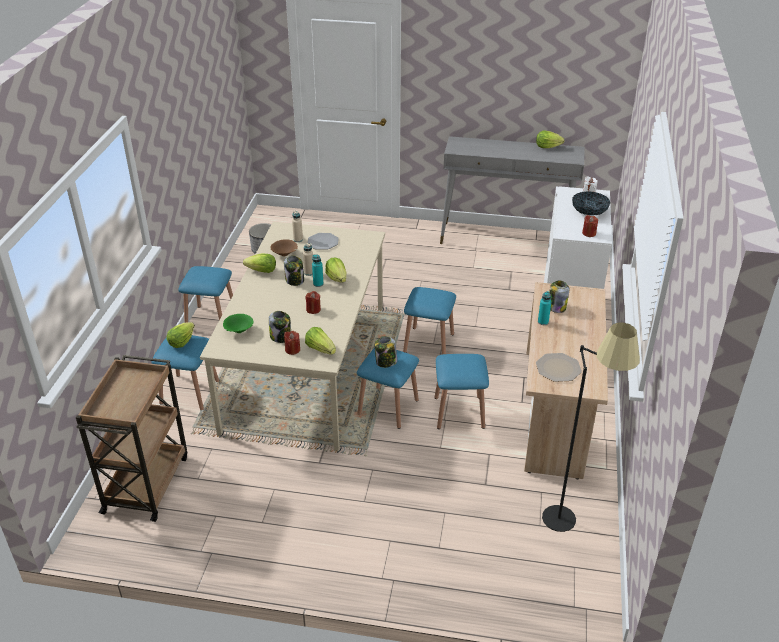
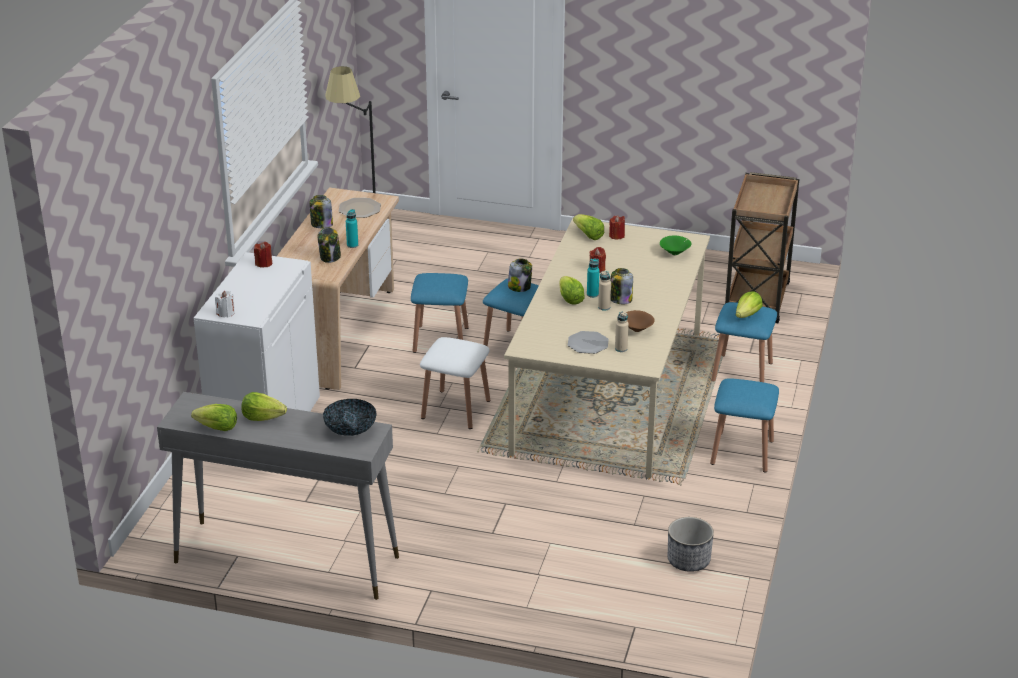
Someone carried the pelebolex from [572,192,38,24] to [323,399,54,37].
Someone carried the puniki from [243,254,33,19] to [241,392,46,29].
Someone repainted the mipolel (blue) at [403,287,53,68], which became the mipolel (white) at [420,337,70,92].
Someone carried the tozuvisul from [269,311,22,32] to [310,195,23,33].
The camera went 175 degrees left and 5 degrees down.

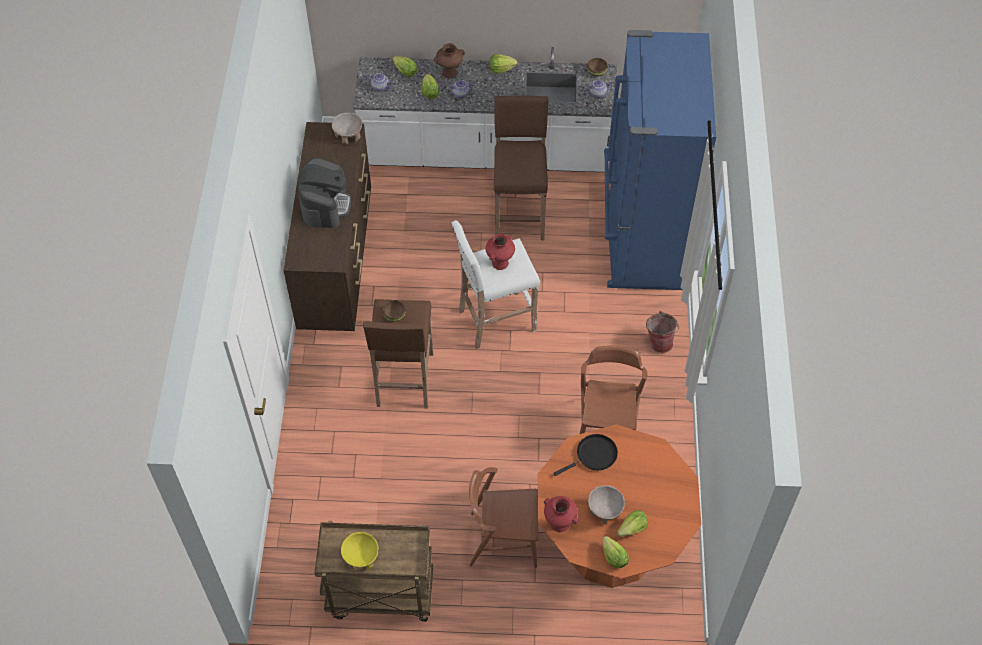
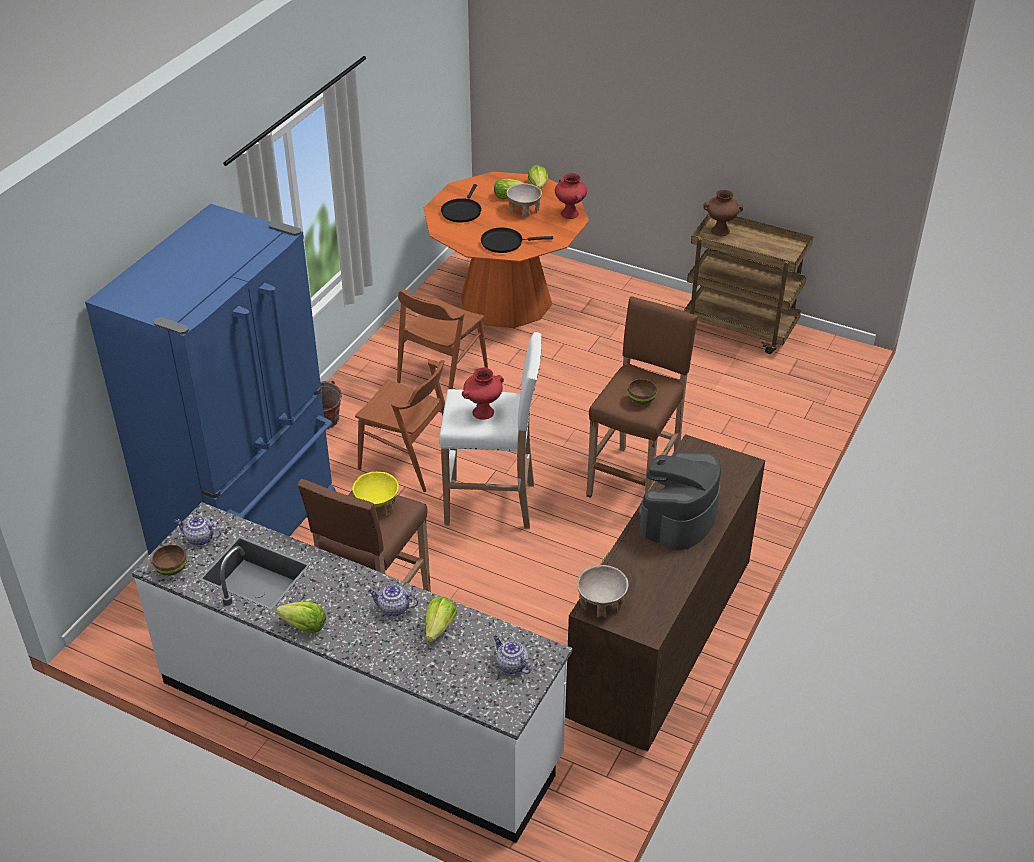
Someone carried the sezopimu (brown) from [434,43,31,36] to [703,190,40,46].
Someone took away the puniki at [392,56,25,21].
Someone carried the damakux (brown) from [469,467,69,101] to [355,360,90,132].
Someone carried the pelebolex (yellow) from [341,532,38,38] to [352,472,47,44].
Someone put down the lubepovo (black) at [441,184,40,38].
The camera went 155 degrees left and 15 degrees down.

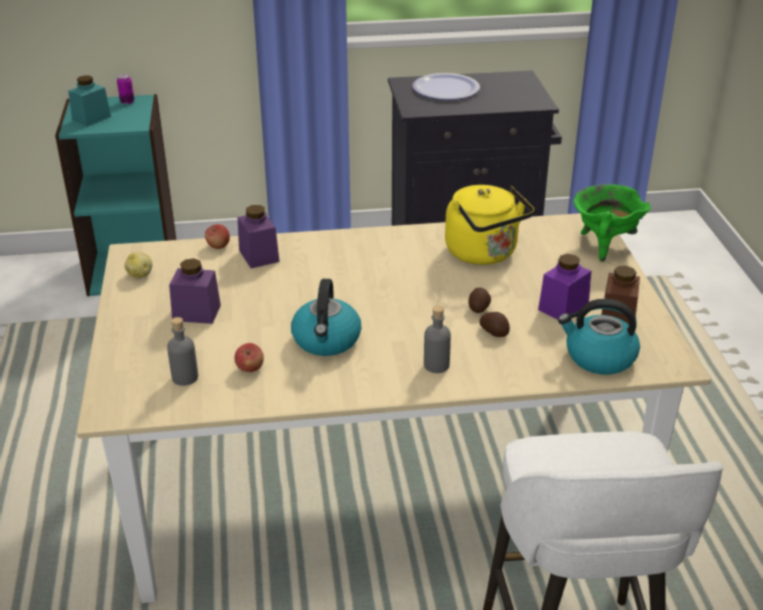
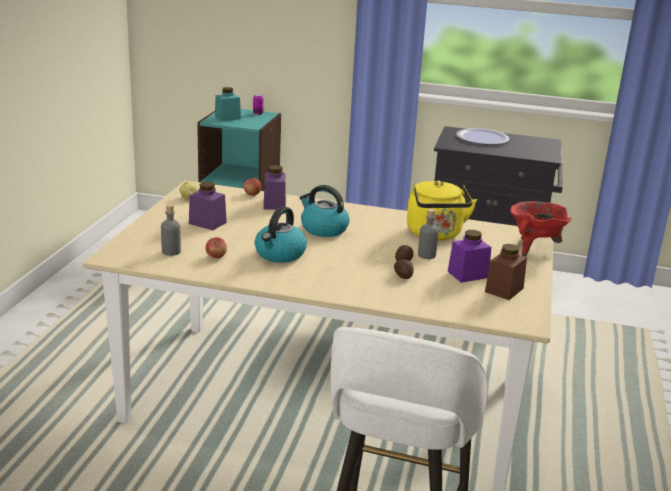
Someone repainted the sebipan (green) at [574,185,77,77], which became the sebipan (red) at [510,201,62,56].
Someone carried the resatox from [558,299,82,76] to [299,185,51,52].
Someone carried the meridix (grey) from [424,306,27,67] to [418,209,21,50].
The camera went 20 degrees right and 10 degrees down.

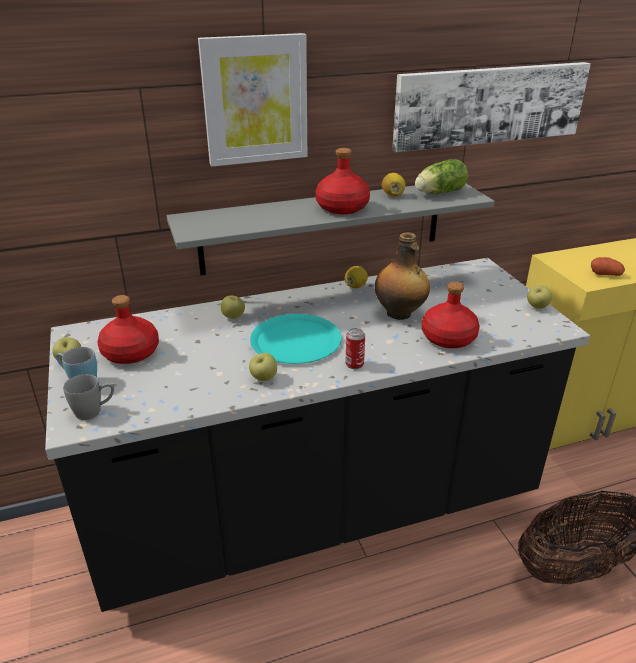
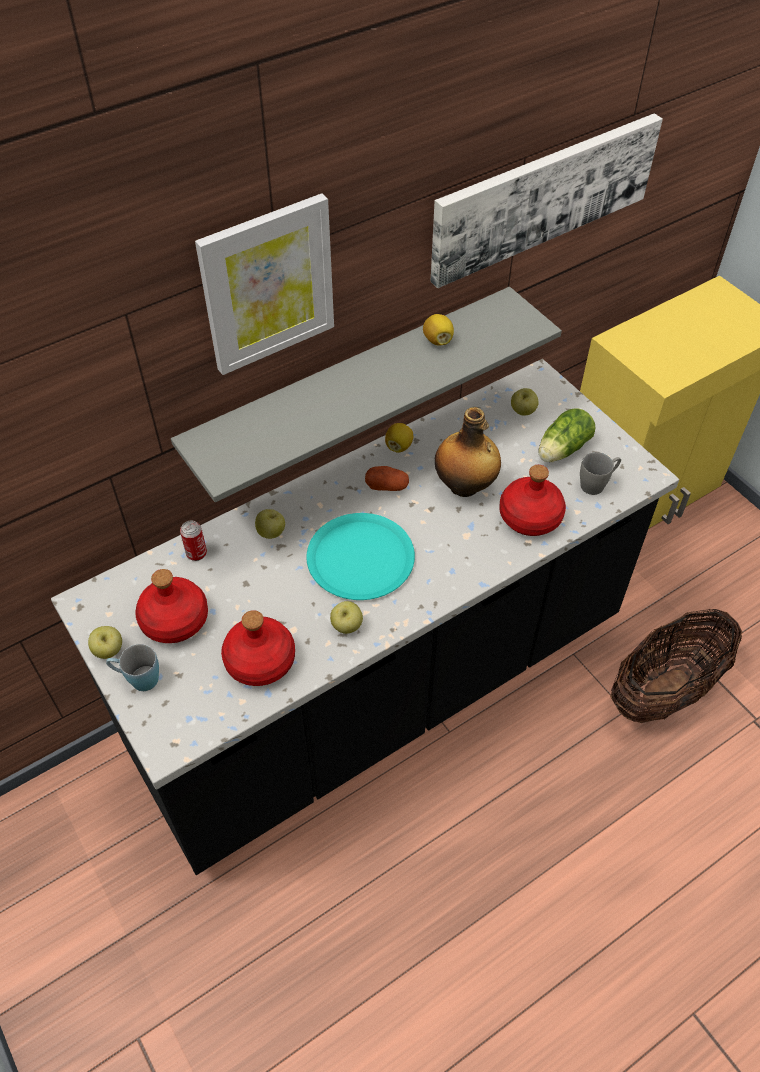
Someone carried the meridix (red) from [315,148,55,66] to [221,610,74,76].
Someone carried the puniki from [415,159,53,35] to [539,408,57,54].
Someone carried the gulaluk from [591,257,34,19] to [365,466,44,25].
Someone carried the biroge from [527,285,25,24] to [511,388,28,28].
Someone carried the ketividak from [345,328,20,41] to [180,520,27,41].
Someone carried the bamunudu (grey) from [63,374,51,46] to [580,452,41,43].
The camera went 15 degrees left and 20 degrees up.

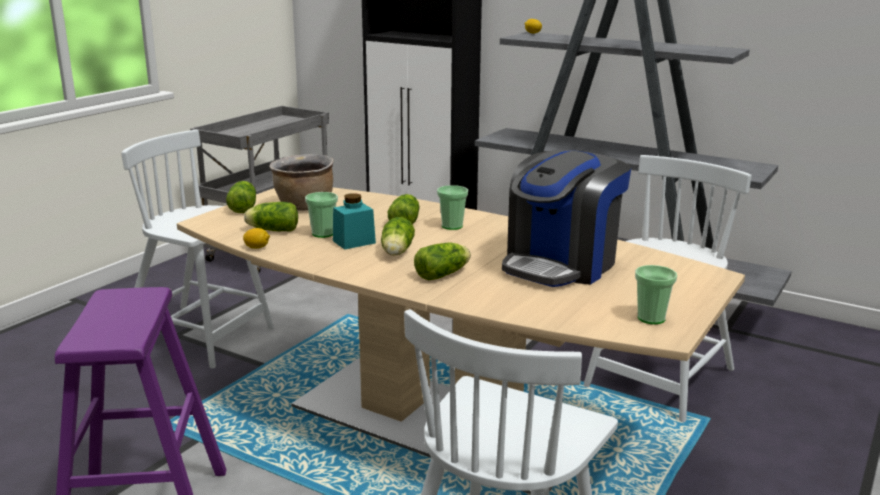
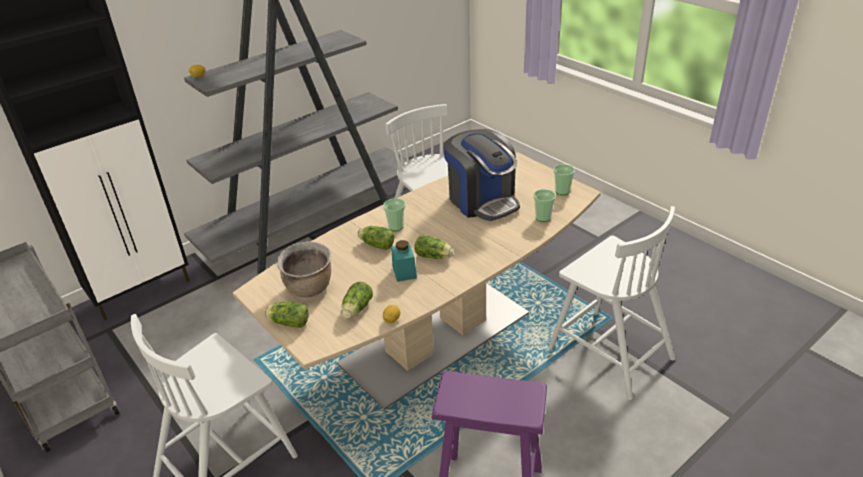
Someone carried the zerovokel from [305,192,33,46] to [533,189,23,33].
Someone took away the puniki at [414,242,57,38].
The camera went 70 degrees left and 15 degrees up.

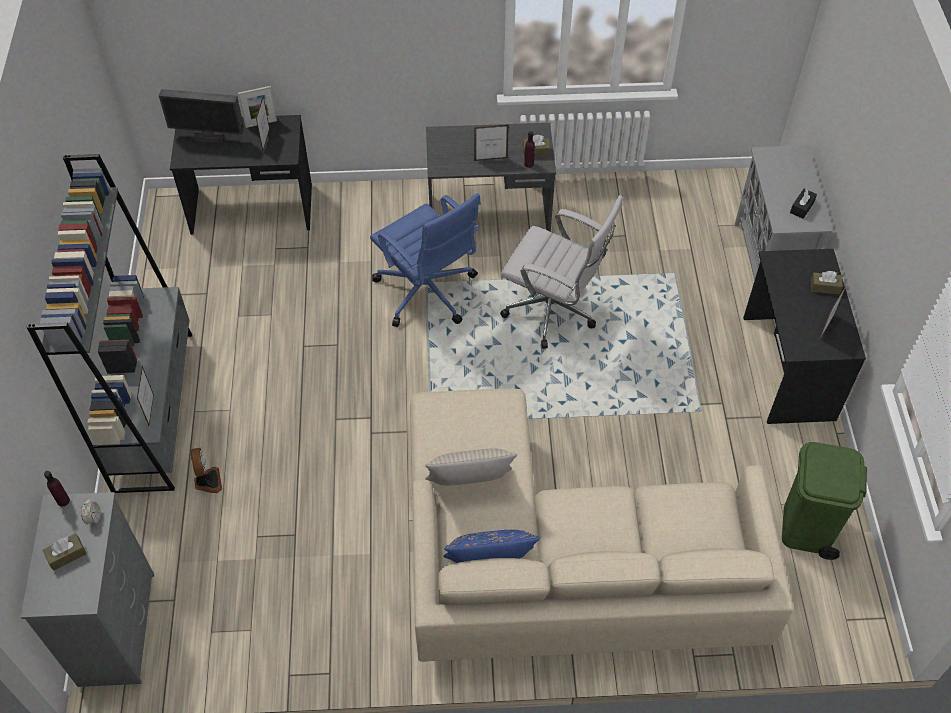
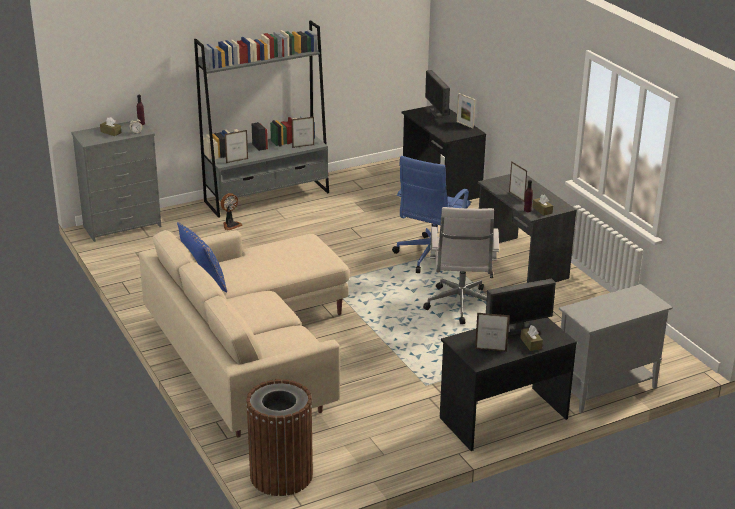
Someone carried the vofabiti from [256,96,14,55] to [292,117,22,31].
Someone took away the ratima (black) at [790,189,27,30].
Someone took away the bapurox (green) at [782,442,85,118].
Someone took away the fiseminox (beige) at [425,448,92,37].
Someone put down the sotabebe at [486,278,70,58].
Someone put down the bapurox (brown) at [246,379,67,117].
The camera went 65 degrees right and 25 degrees down.

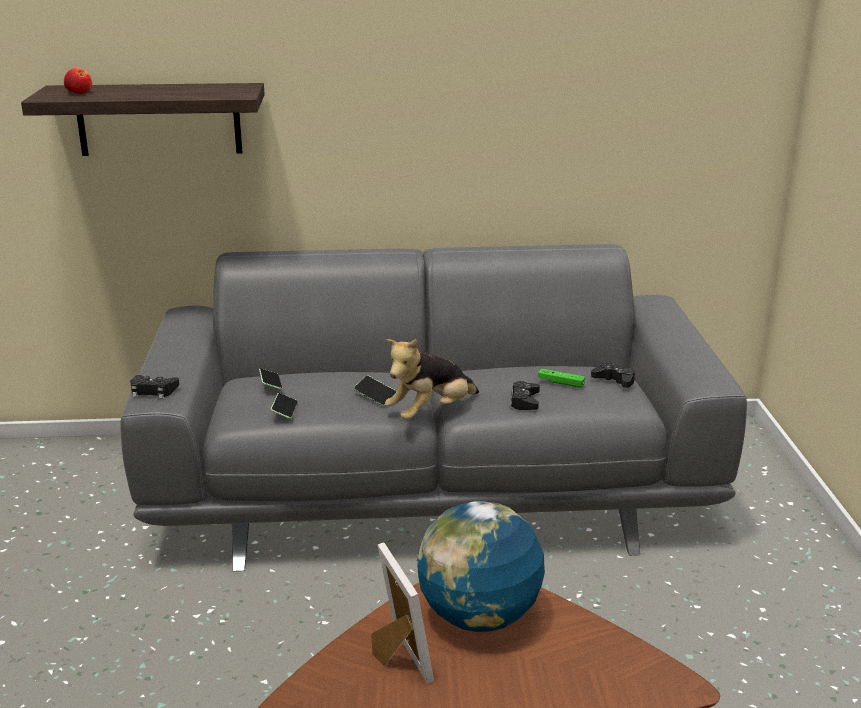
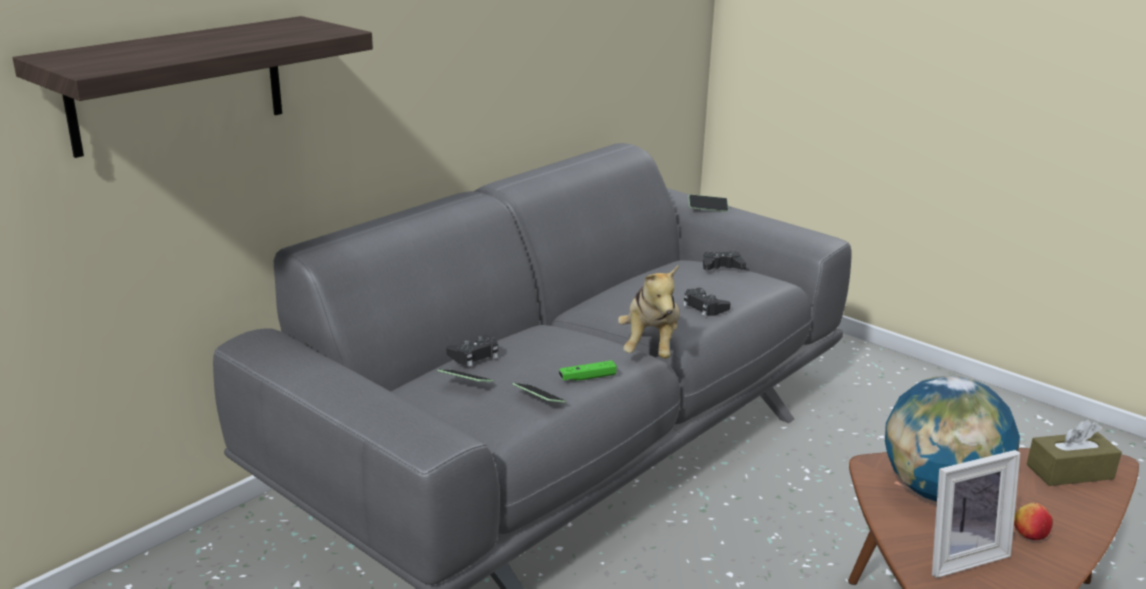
Someone carried the biroge from [64,68,28,26] to [1014,503,39,37].
Someone carried the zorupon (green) from [538,369,47,19] to [559,360,58,21].
Someone carried the zorupon (black) from [130,375,49,24] to [446,335,52,32].
Someone carried the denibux from [353,375,44,31] to [688,194,41,18].
Someone rotated the vofabiti at [371,543,63,141] by 135 degrees clockwise.
Someone put down the ratima (brown) at [1027,419,95,67].
The camera went 45 degrees left and 0 degrees up.

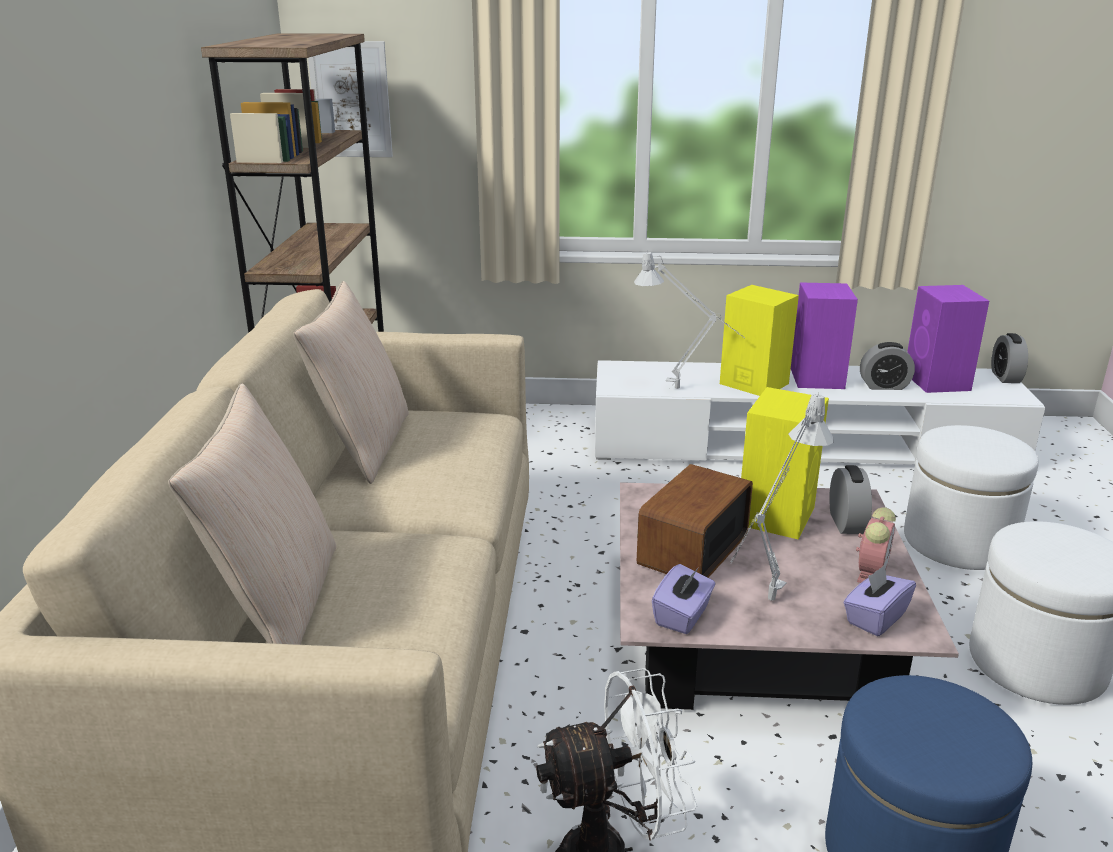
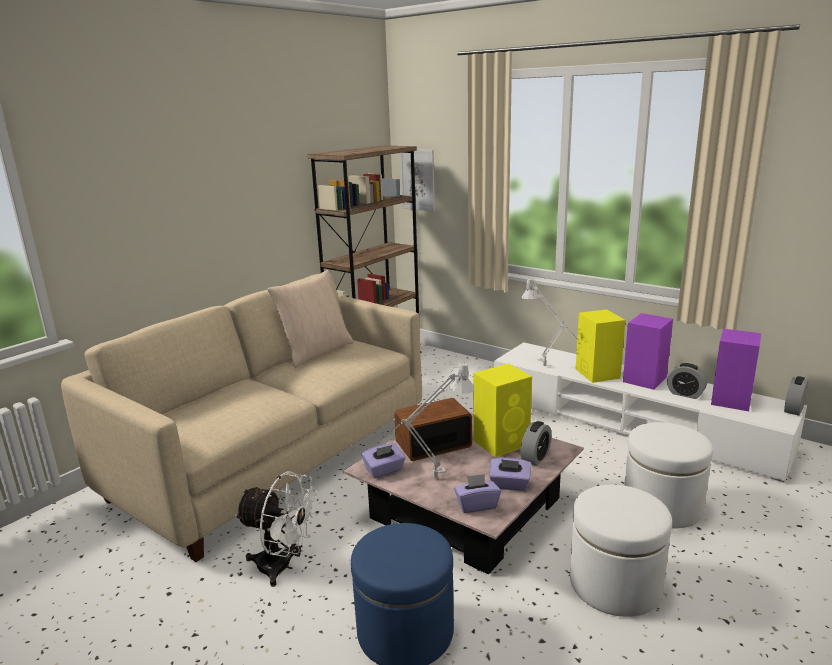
Someone took away the fiseminox (beige) at [168,383,168,262].
Someone swapped the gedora at [856,507,40,76] for the ratima (purple) at [489,458,42,33].
The camera went 35 degrees right and 5 degrees down.

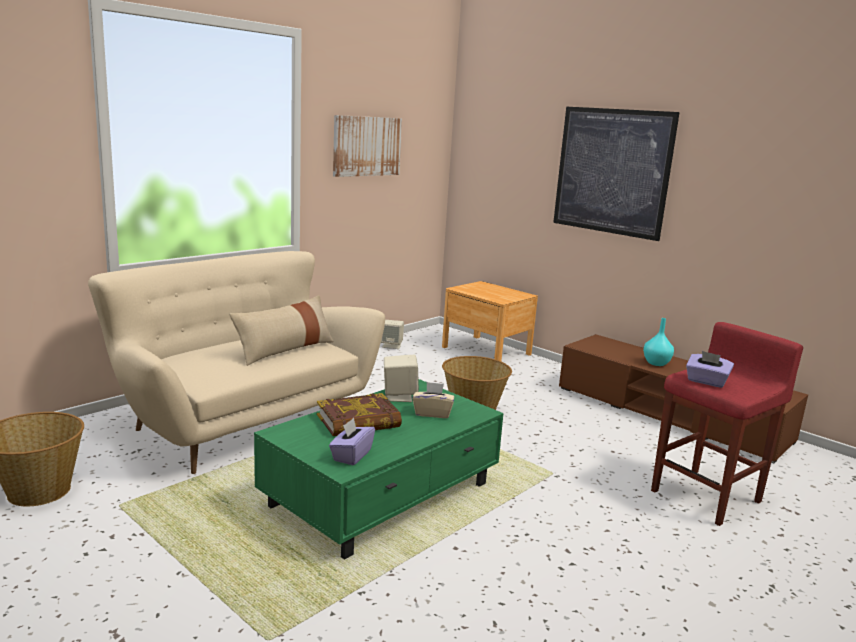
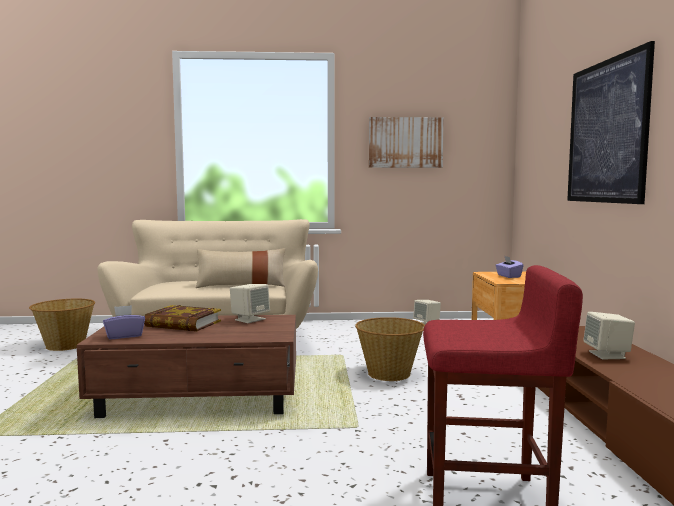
Someone swapped the sezopimu (turquoise) at [643,318,31,48] for the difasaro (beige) at [583,312,52,47].
Someone carried the ratima (purple) from [686,351,48,37] to [495,256,29,22].
Someone repainted the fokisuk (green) at [254,379,250,181], which became the fokisuk (brown) at [77,315,219,103].
Someone took away the ratima (beige) at [412,382,42,36].
The camera went 45 degrees right and 10 degrees down.

